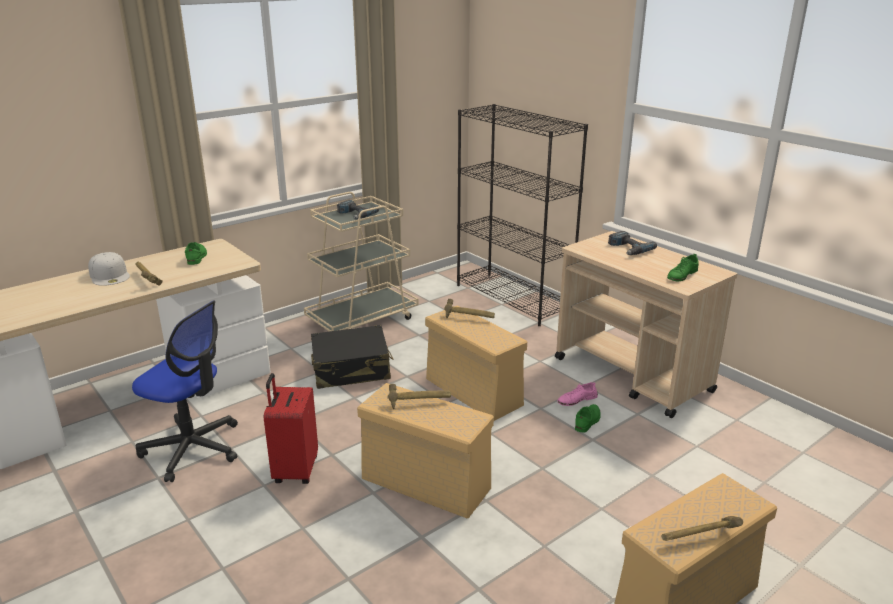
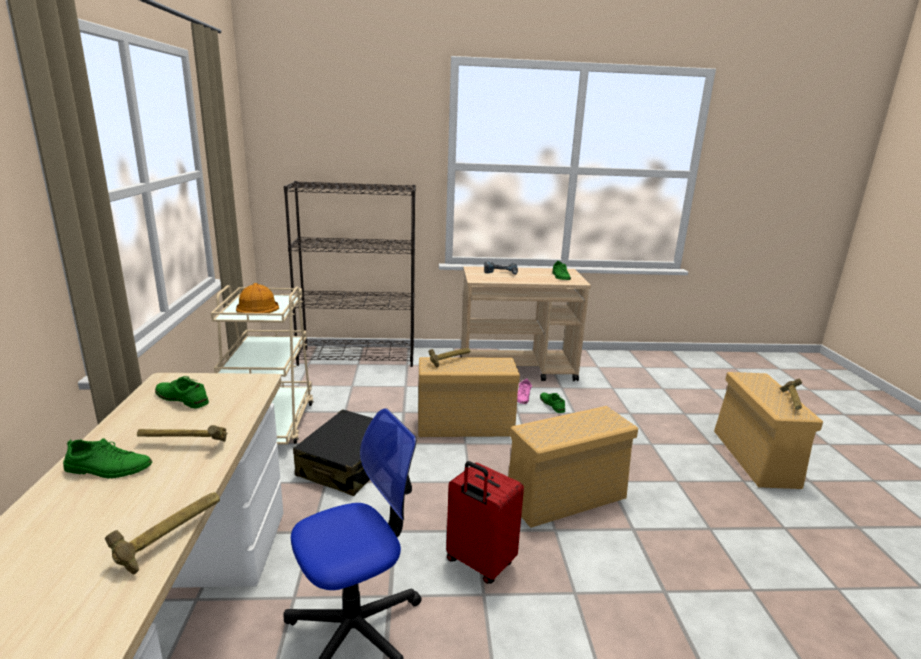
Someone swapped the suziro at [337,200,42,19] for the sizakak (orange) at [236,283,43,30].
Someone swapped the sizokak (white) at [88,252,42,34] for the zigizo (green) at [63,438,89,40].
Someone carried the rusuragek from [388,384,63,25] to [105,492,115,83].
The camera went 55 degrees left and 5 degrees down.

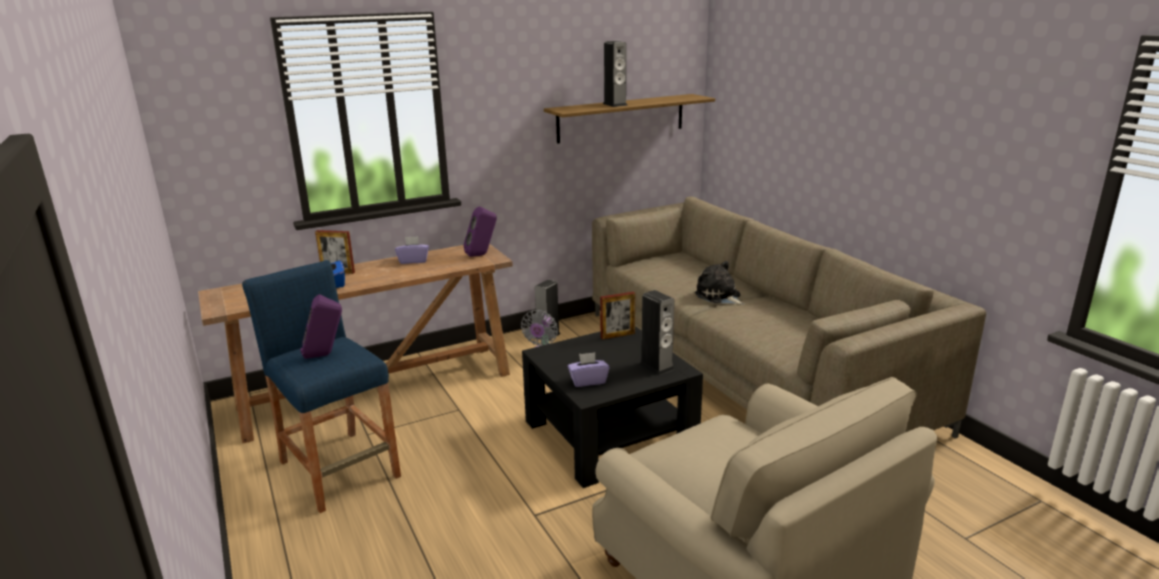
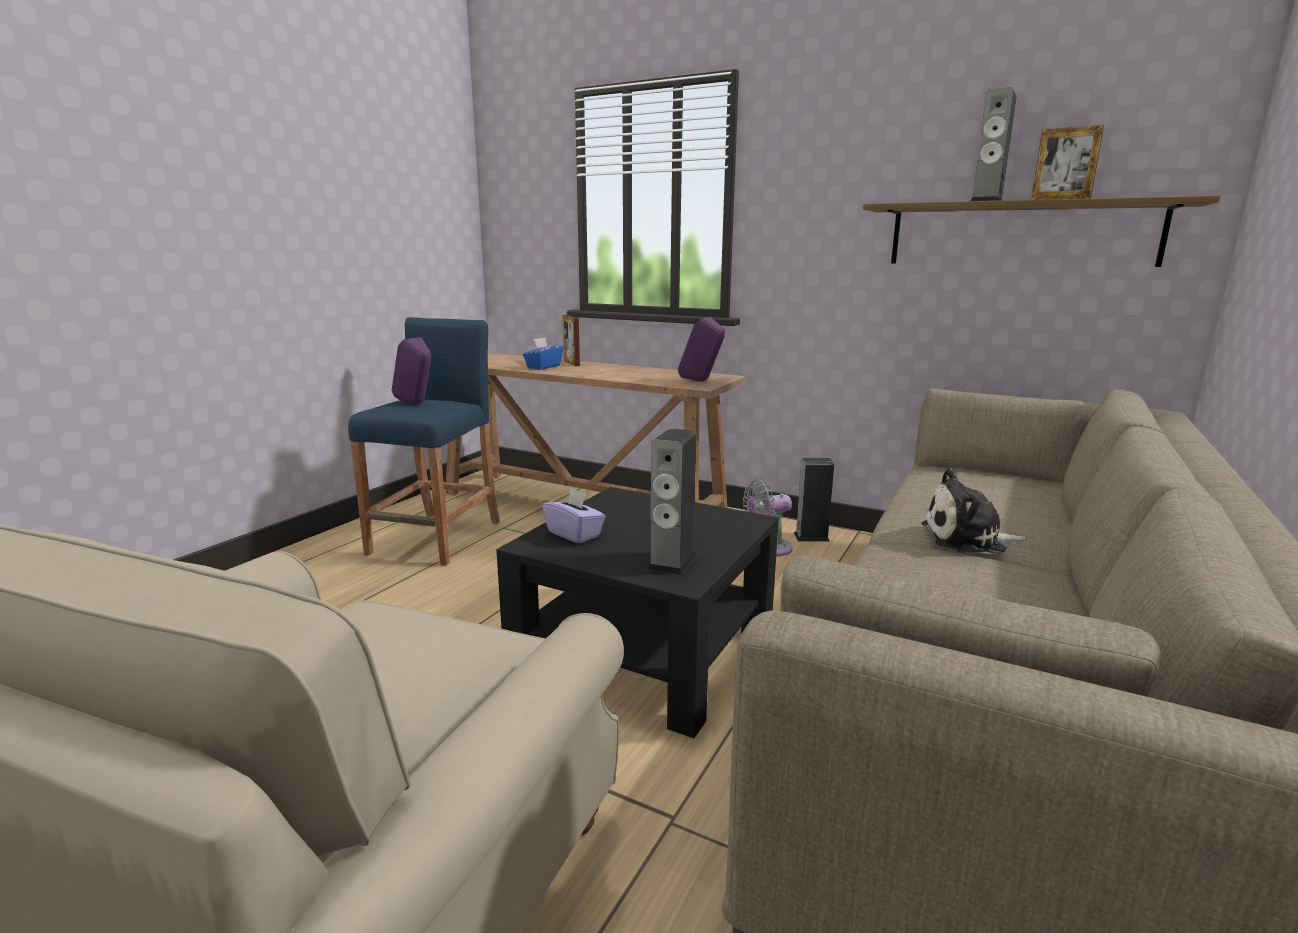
Someone took away the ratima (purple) at [395,236,34,28].
Someone rotated the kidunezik at [695,261,50,44] by 105 degrees counterclockwise.
Someone carried the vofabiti from [600,292,35,47] to [1031,125,73,75].
The camera went 55 degrees right and 5 degrees down.

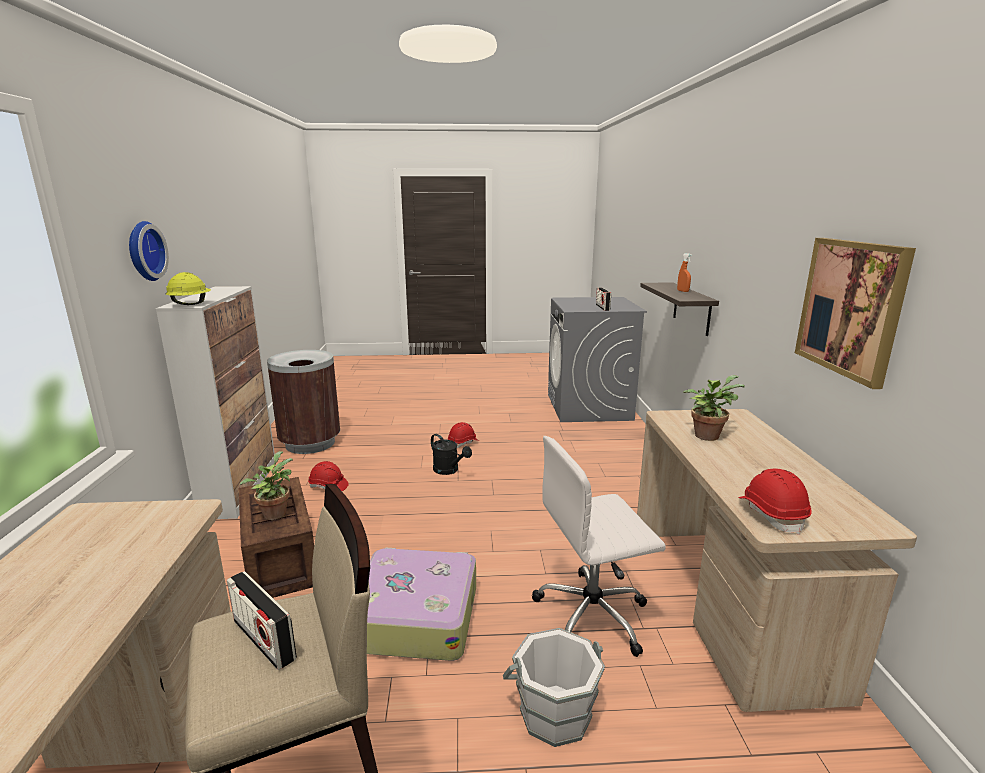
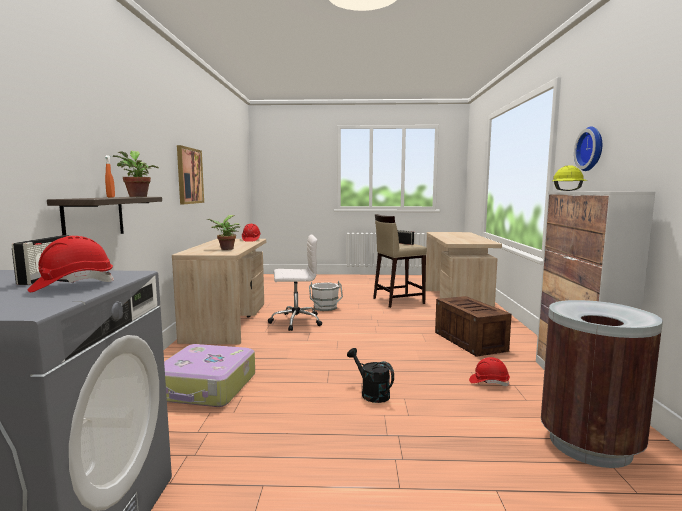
Someone carried the sizakak (red) from [448,422,31,26] to [28,236,86,56].
Someone carried the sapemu from [240,451,53,69] to [113,150,46,47].
Someone carried the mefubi from [367,547,109,114] to [164,344,91,63].
The camera went 175 degrees left and 10 degrees down.

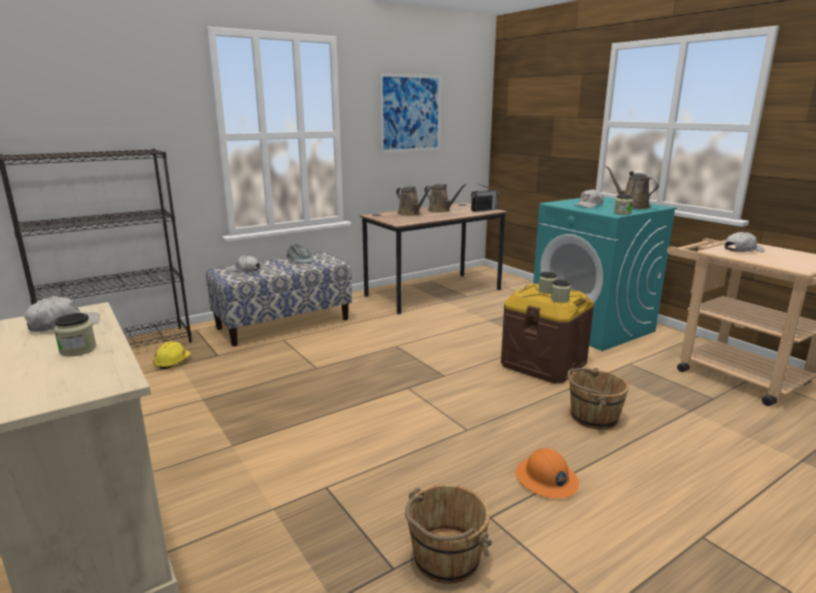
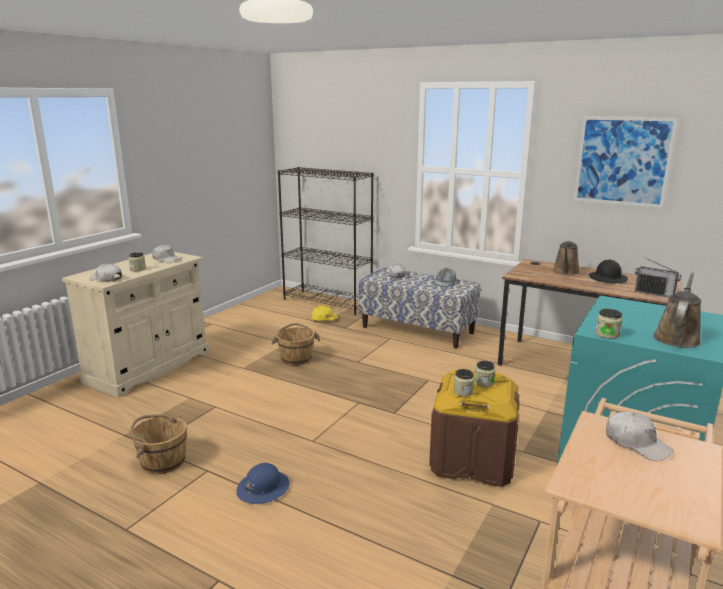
Someone swapped the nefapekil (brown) at [424,184,43,29] for the sizakak (black) at [589,259,39,25].
Someone carried the sizokak (white) from [574,189,29,19] to [89,263,33,18].
Someone carried the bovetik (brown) from [567,368,62,62] to [271,323,49,43].
Someone repainted the sizakak (orange) at [516,448,63,51], which became the sizakak (blue) at [236,463,54,41].
The camera went 65 degrees right and 0 degrees up.

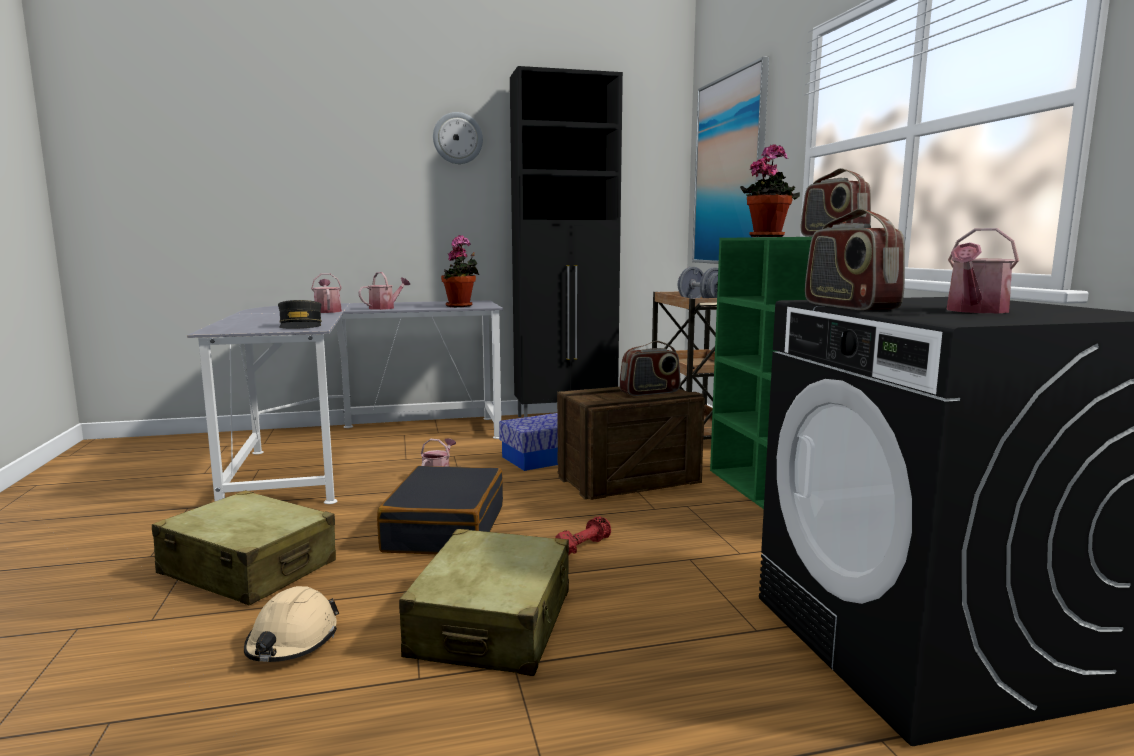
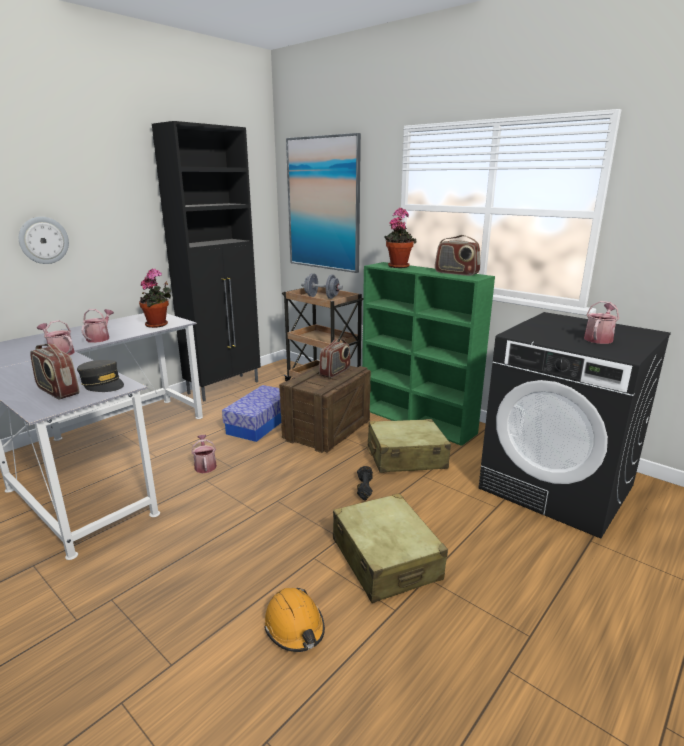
Someone carried the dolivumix from [433,112,50,52] to [19,217,50,47].
Someone carried the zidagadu from [805,208,100,102] to [30,344,49,55].
Someone rotated the nefapekil at [947,228,72,85] by 150 degrees counterclockwise.
Someone took away the mefubi (black) at [377,466,126,88].
Someone carried the mefubi (beige) from [152,490,184,115] to [366,419,85,54].
Someone repainted the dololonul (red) at [555,516,56,39], which became the dololonul (black) at [357,466,16,35].
Someone repainted the sizakak (beige) at [244,586,95,76], which became the sizakak (orange) at [264,588,61,64].
The camera went 35 degrees left and 10 degrees up.

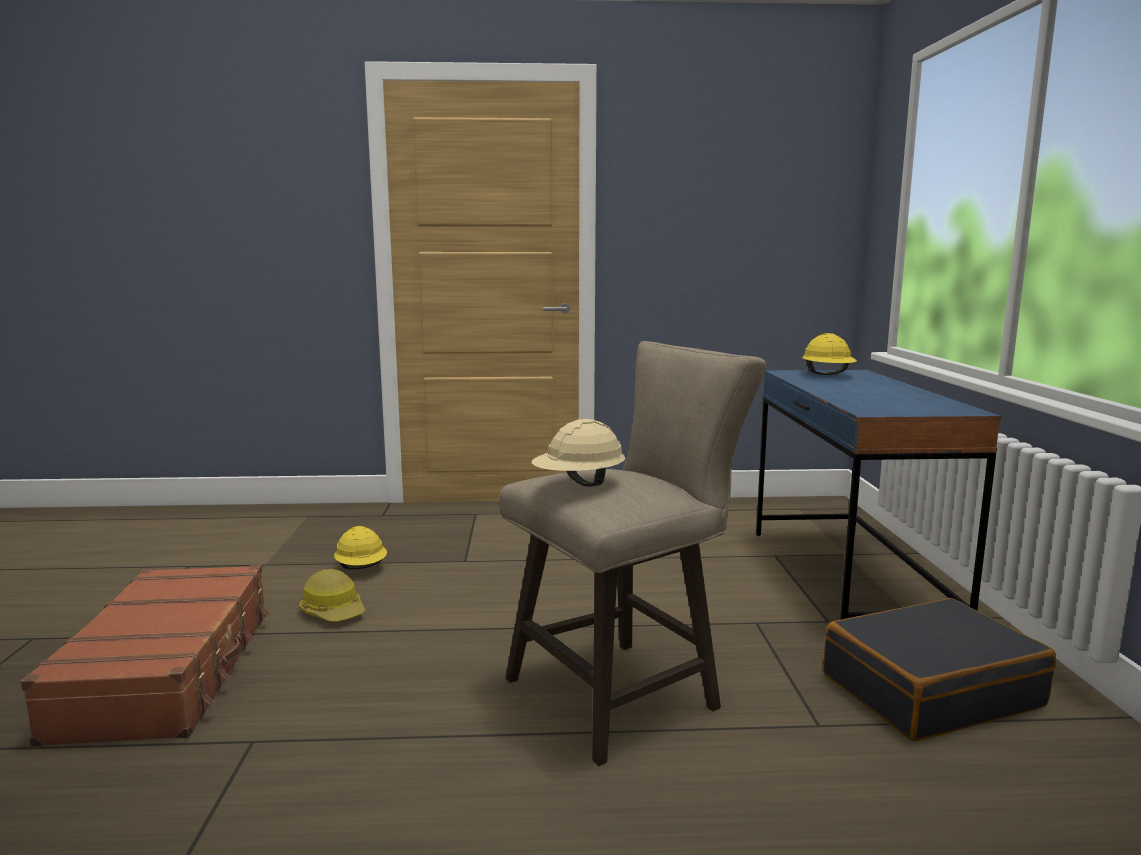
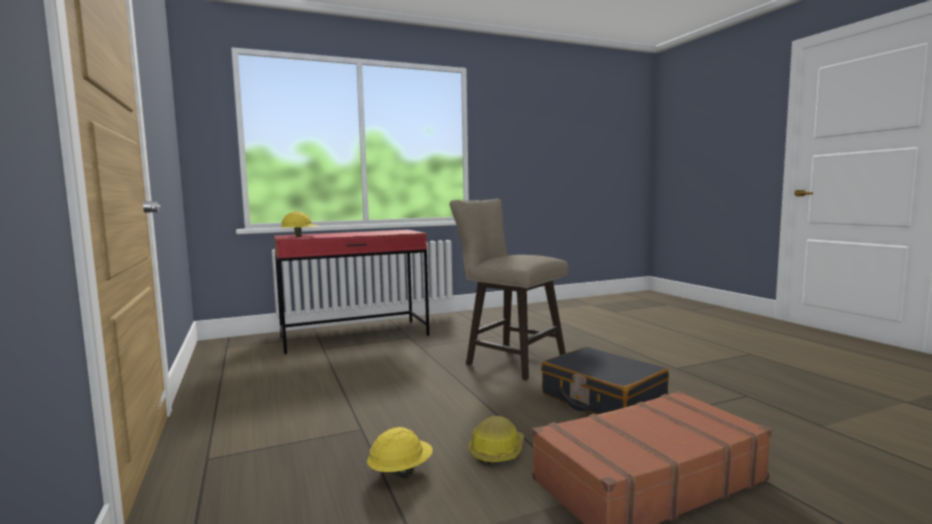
Someone repainted the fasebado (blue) at [756,370,245,250], which became the fasebado (red) at [274,230,155,124].
Someone took away the sizakak (beige) at [532,419,94,68].
Someone carried the mefubi (black) from [823,598,233,143] to [541,347,128,68].
The camera went 110 degrees left and 5 degrees down.

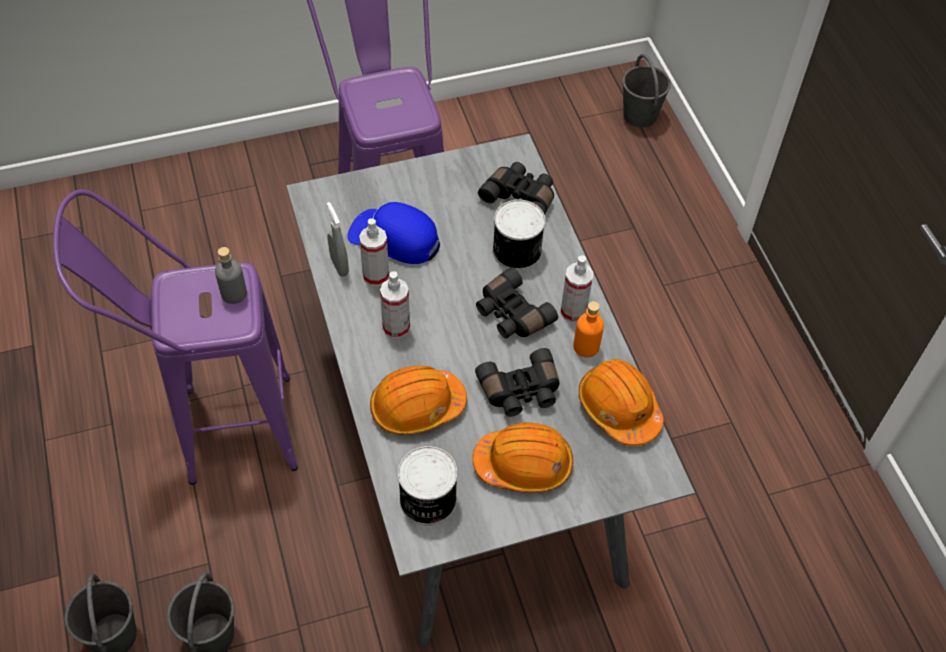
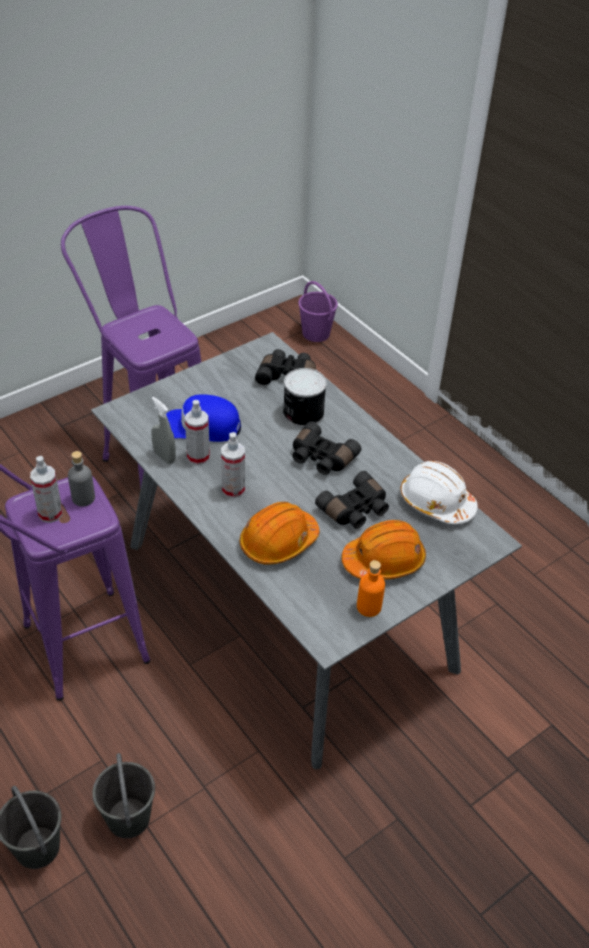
Someone repainted the bovetik (grey) at [622,54,49,74], which became the bovetik (purple) at [298,281,40,61].
Someone carried the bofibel from [560,255,34,68] to [30,456,33,67].
Someone carried the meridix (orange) from [573,301,31,57] to [357,560,28,57].
Someone repainted the sizakak (orange) at [579,359,85,87], which became the sizakak (white) at [400,461,78,63].
Someone took away the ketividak at [398,446,59,80].
The camera went 20 degrees left and 10 degrees down.

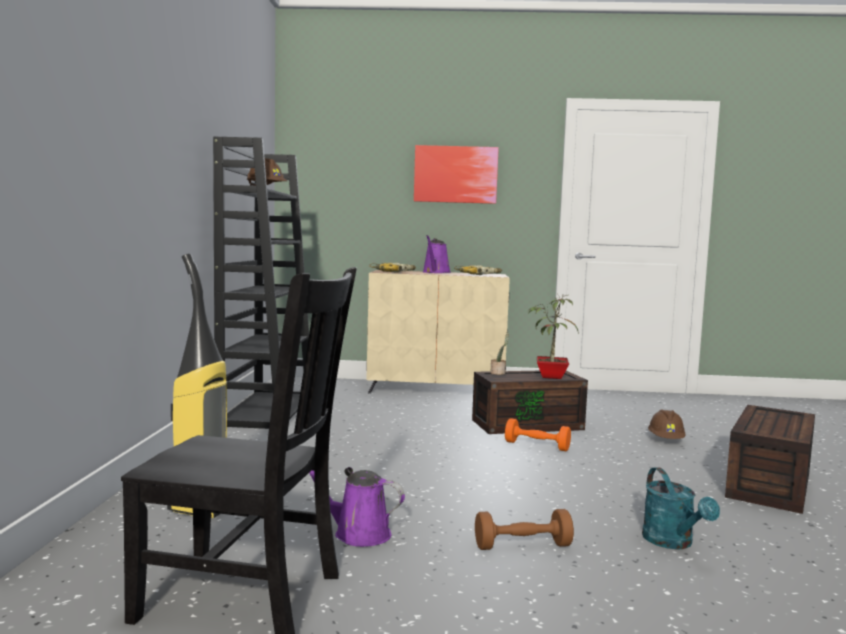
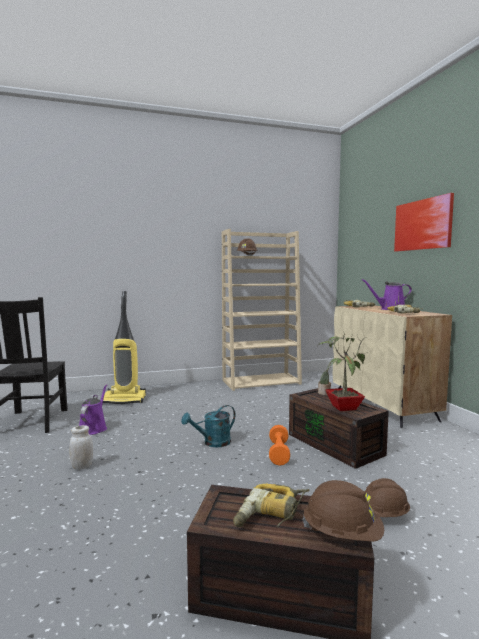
Someone repainted the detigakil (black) at [213,137,96,292], which became the detigakil (beige) at [222,229,80,162].
Someone carried the nefapekil (turquoise) from [642,467,78,82] to [181,405,55,42].
Someone swapped the dololonul (brown) at [475,509,99,41] for the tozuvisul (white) at [69,425,24,44].
Someone put down the sizakak (brown) at [302,480,82,62].
Someone put down the suziro at [233,483,77,44].
The camera went 70 degrees right and 0 degrees up.

